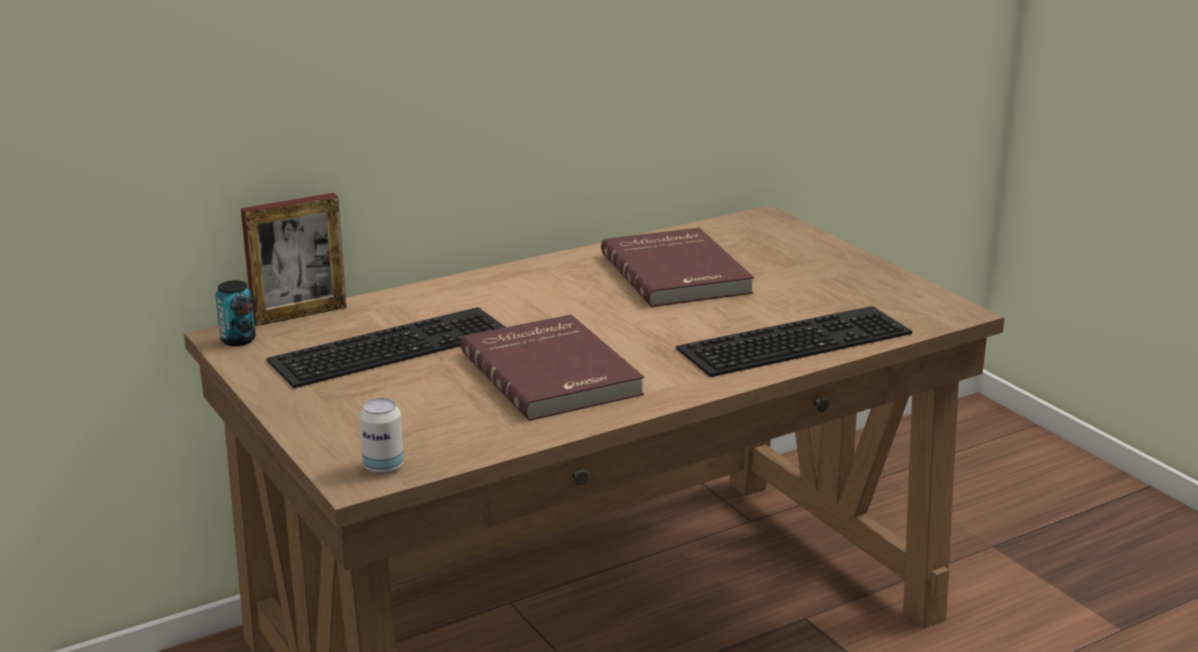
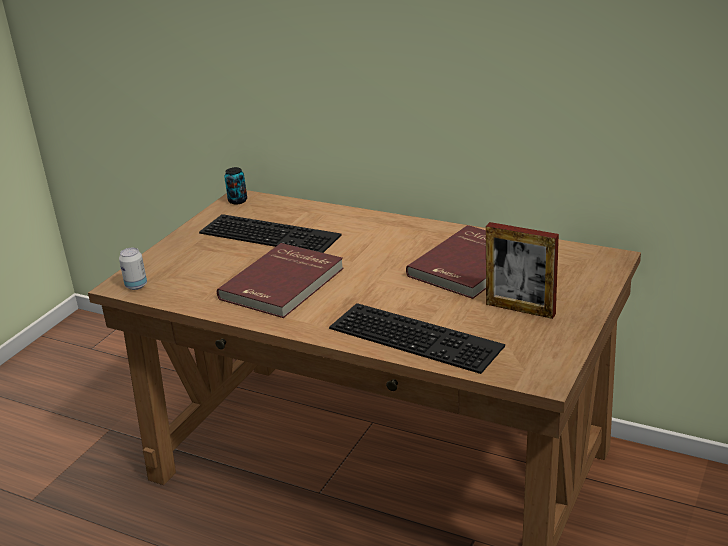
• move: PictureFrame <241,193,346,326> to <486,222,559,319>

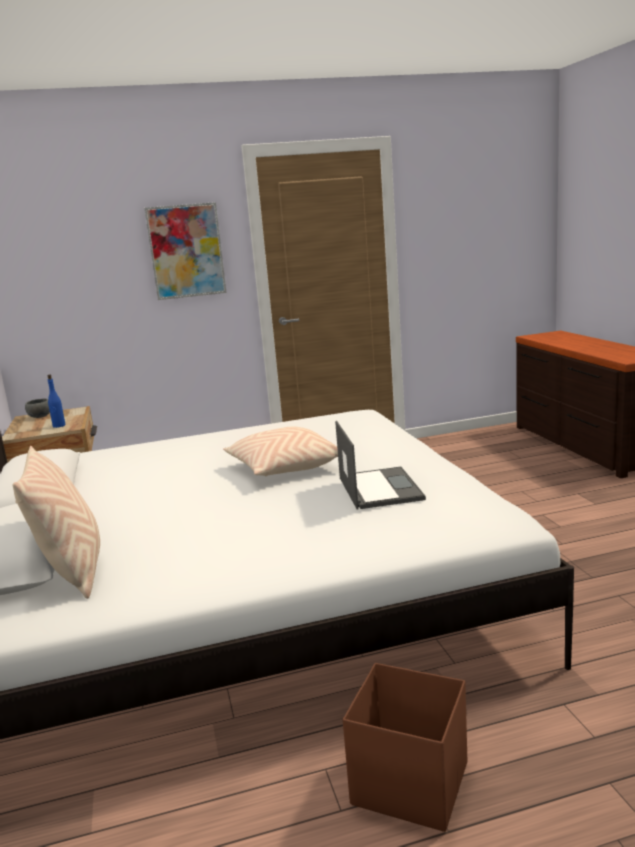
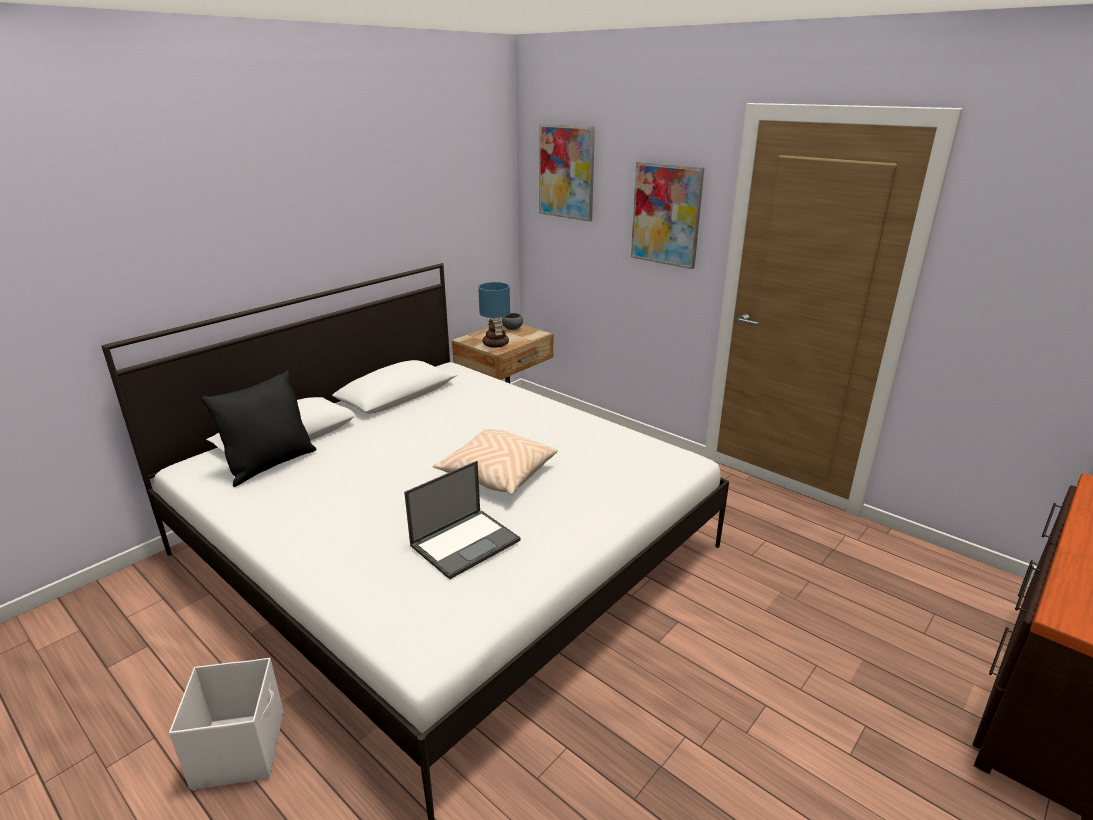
• recolor: BrownStorageBox <343,663,467,832> to WhiteStorageBox <169,658,284,790>
• recolor: BeigePillow <12,446,100,599> to BlackPillow <201,370,317,487>
• replace: BlueBottle <47,374,66,428> to TableLamp <478,282,510,348>
• insert: Picture <539,124,595,222>

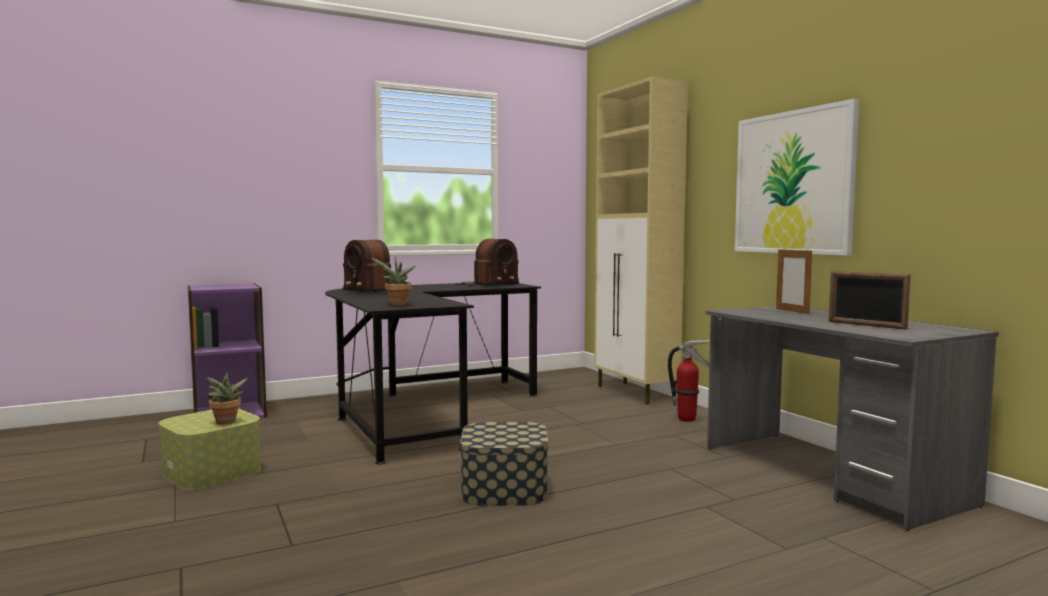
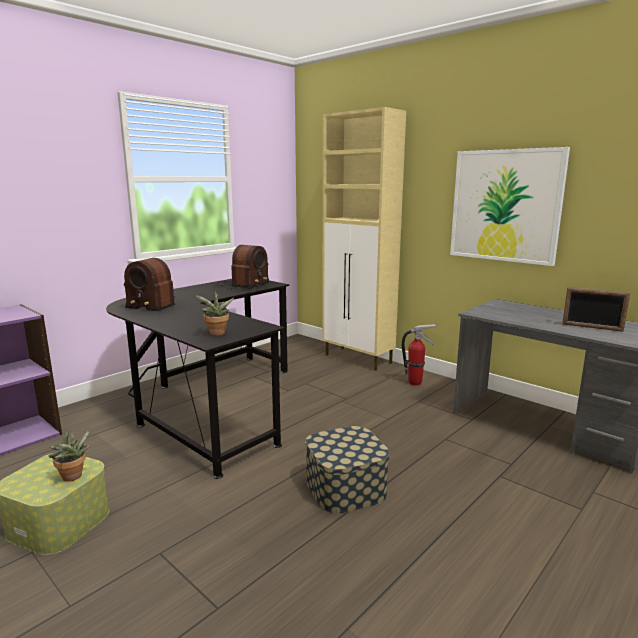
• delete: PictureFrame <776,248,812,314>

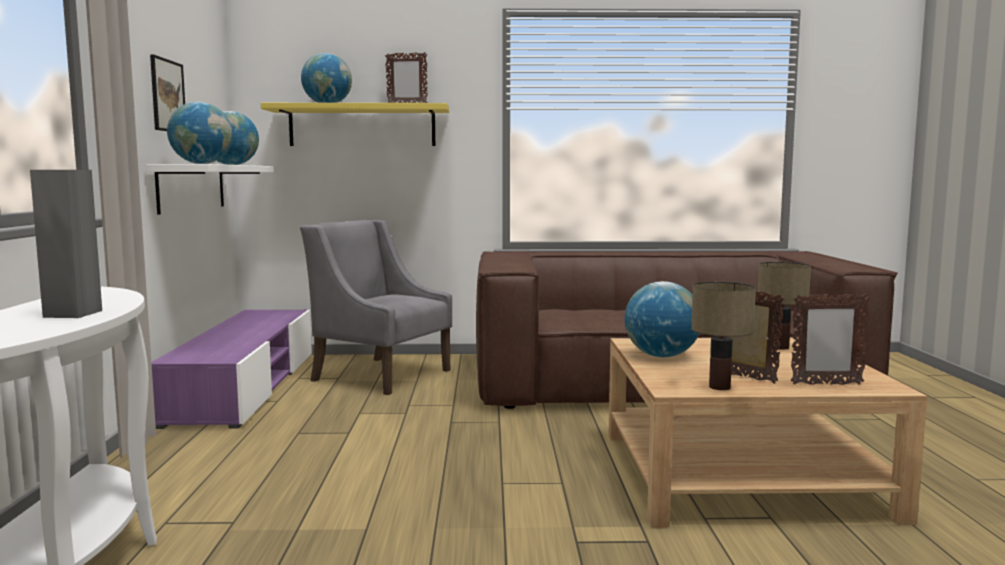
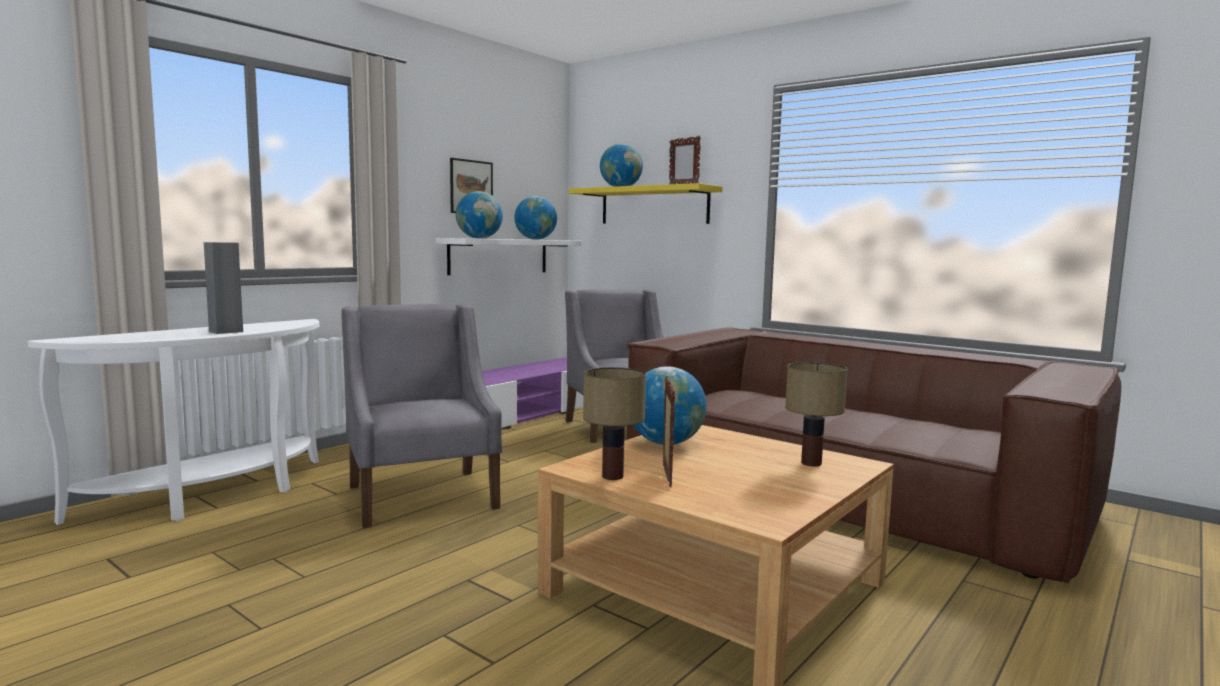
• insert: GreyArmchair <341,304,502,528>
• delete: PictureFrame <791,293,870,385>

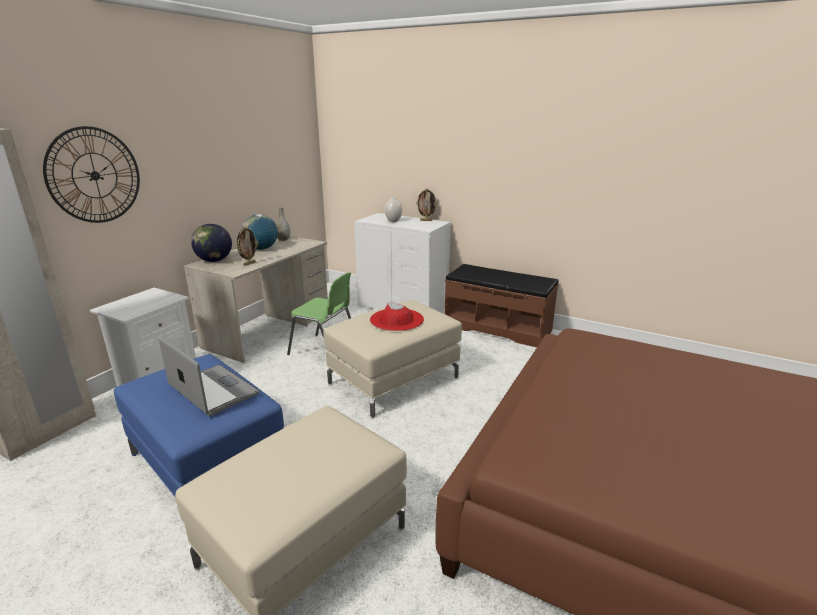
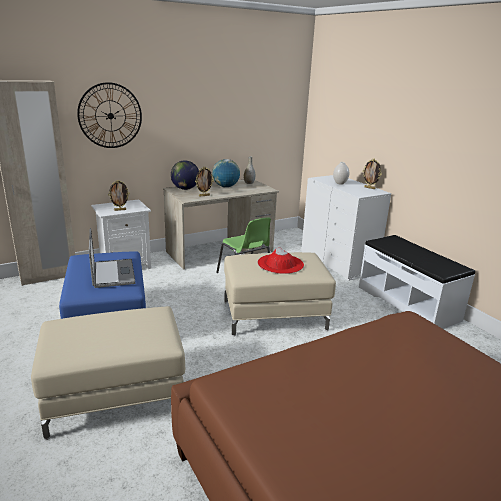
• insert: PictureFrame <108,180,130,211>
• recolor: BrownBench <445,264,559,347> to WhiteBench <359,235,475,329>

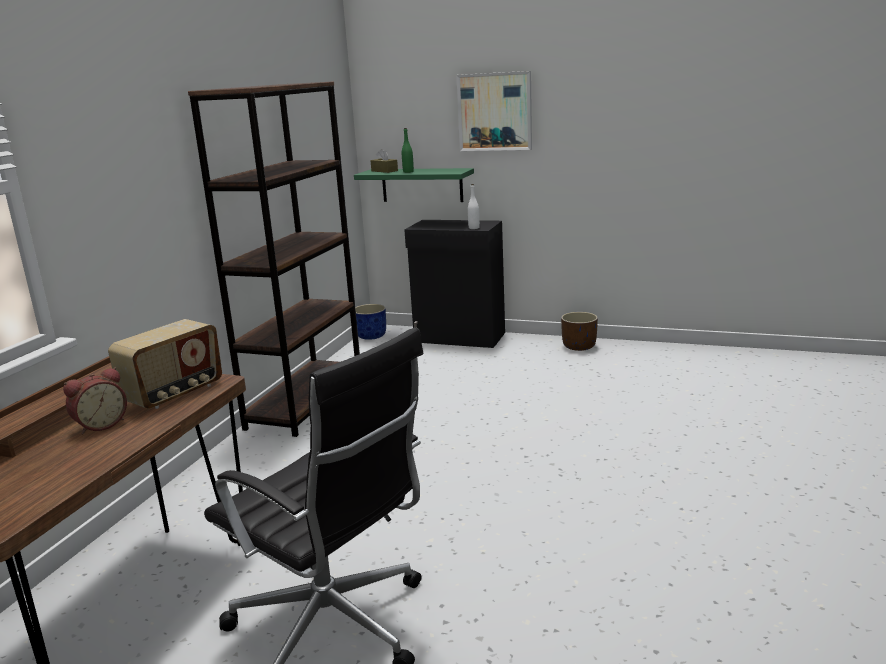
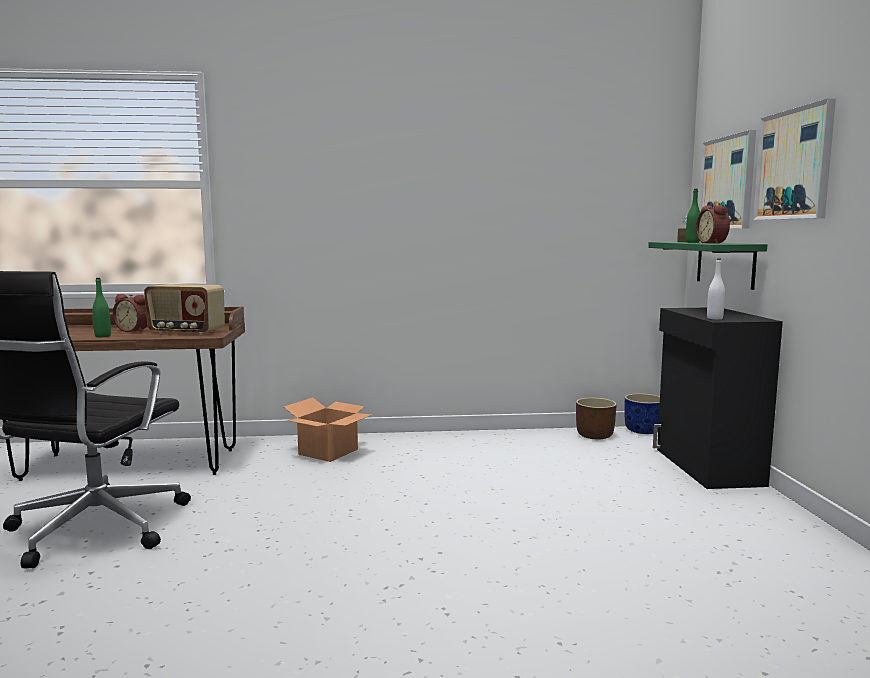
• insert: GreenBottle <92,278,111,337>
• insert: CardboardBox <284,397,373,462>
• move: BrownPlanter <561,312,598,351> to <576,398,617,439>
• insert: AlarmClock <696,205,730,244>
• insert: Picture <699,130,756,229>
• delete: BrownBookcase <188,81,360,437>

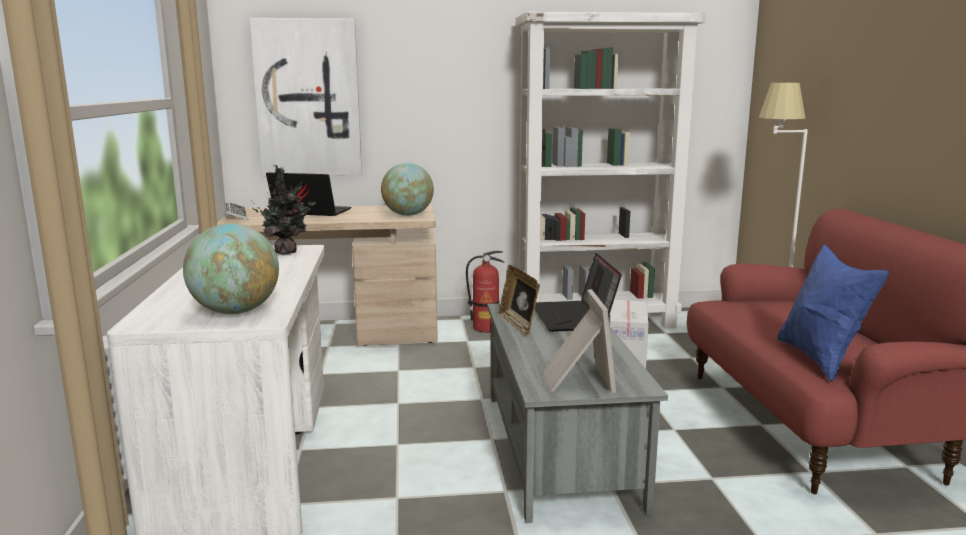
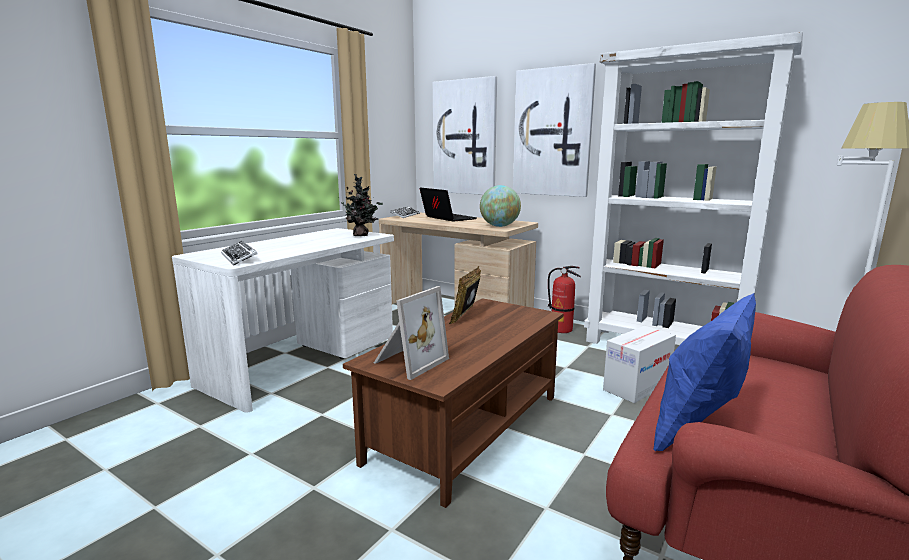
• replace: Globe <183,224,279,314> to Keyboard <221,241,258,266>
• recolor: GreyCoffeeTable <487,301,668,523> to BrownCoffeeTable <343,298,563,508>
• insert: Picture <513,63,596,197>
• delete: Laptop <535,253,622,332>

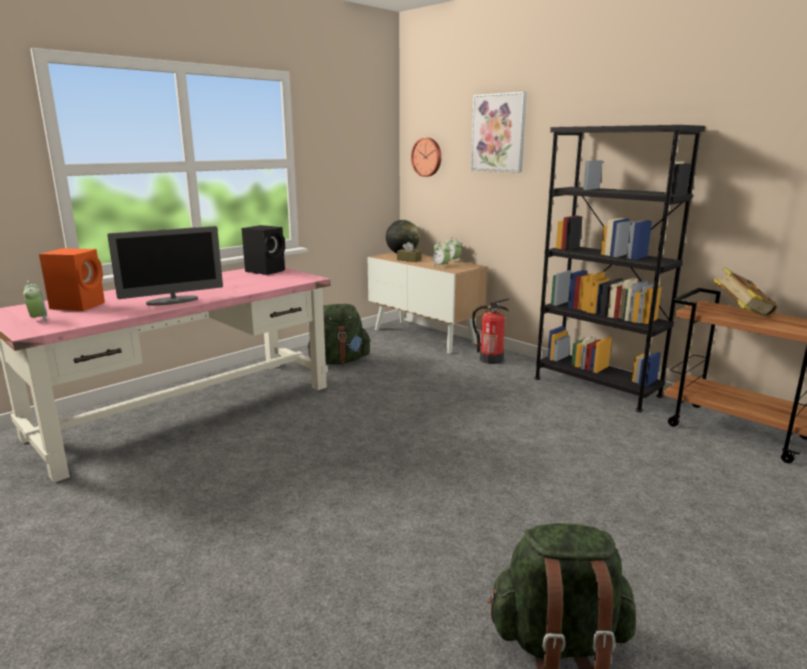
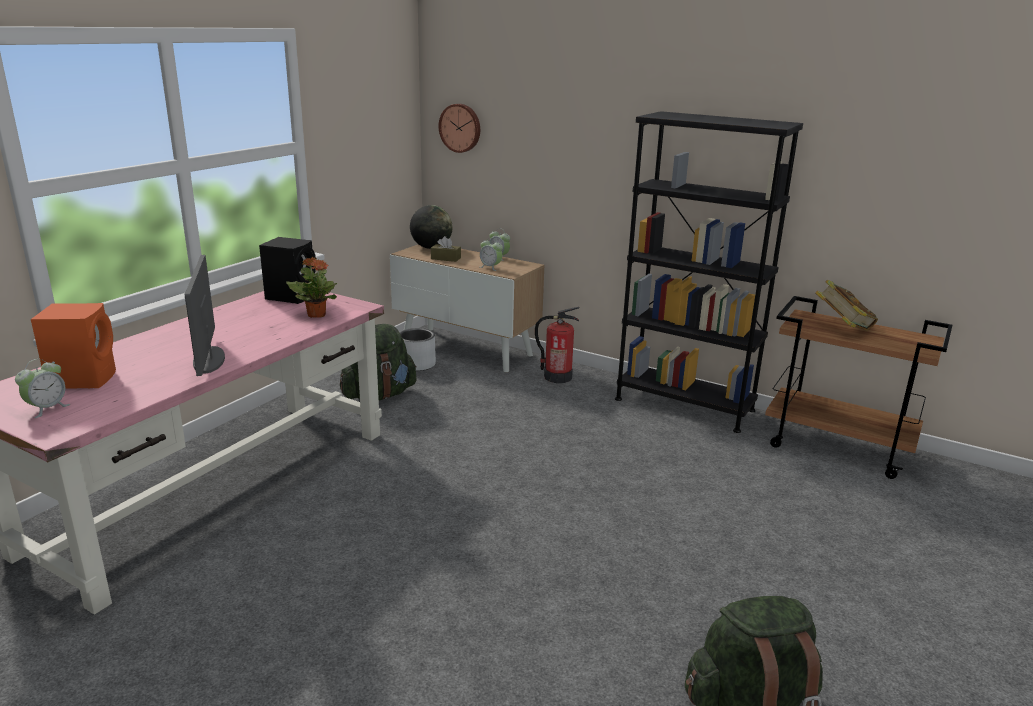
• rotate: AlarmClock <23,281,48,322> = <15,359,70,418> 75 degrees clockwise
• rotate: Monitor <107,226,223,306> = <185,255,225,376> 120 degrees clockwise
• insert: PottedPlant <286,257,337,318>
• insert: GreyPlanter <399,328,436,371>
• delete: Picture <471,92,527,172>

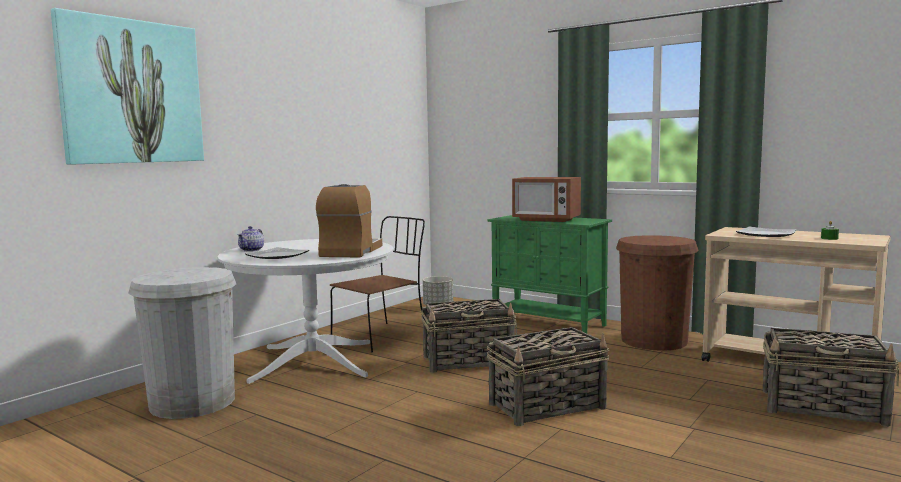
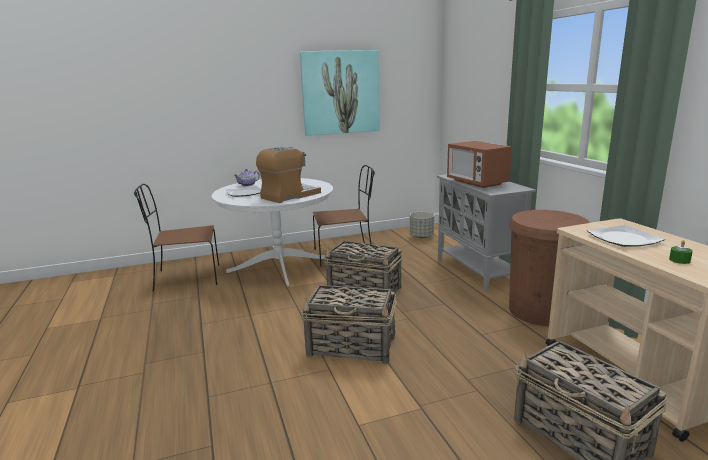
• replace: WhiteTrashCan <128,267,236,419> to BrownChair <134,184,219,291>
• move: Picture <51,8,204,164> to <300,50,380,136>
• recolor: GreenCabinet <488,215,612,333> to GreyCabinet <437,174,536,292>

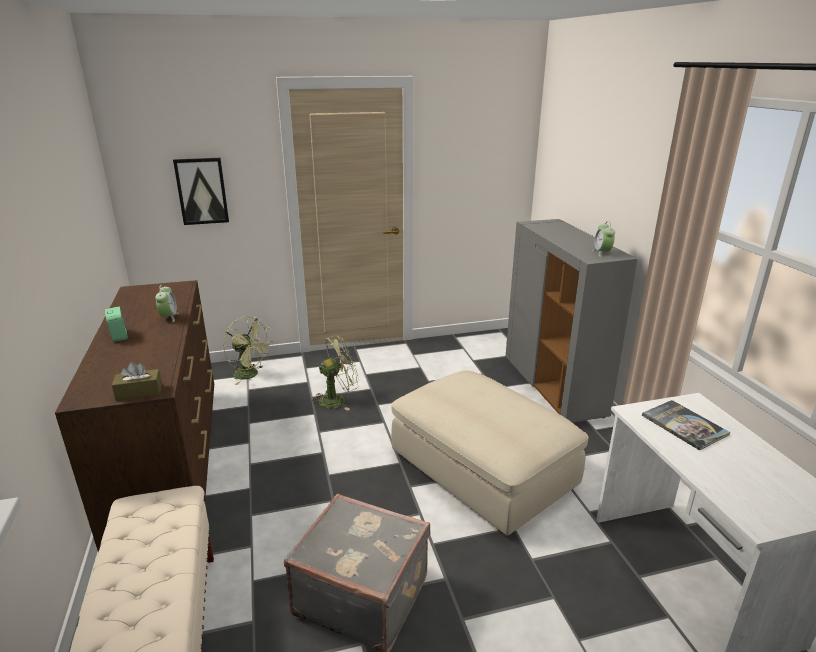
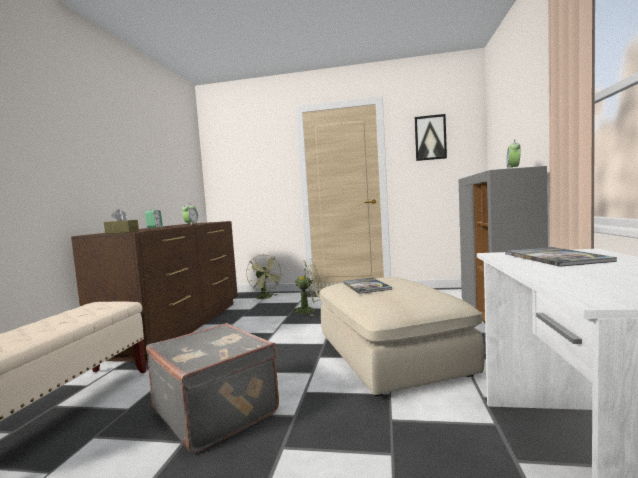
• insert: Book <343,278,392,294>
• move: Picture <173,158,229,225> to <415,114,447,161>

